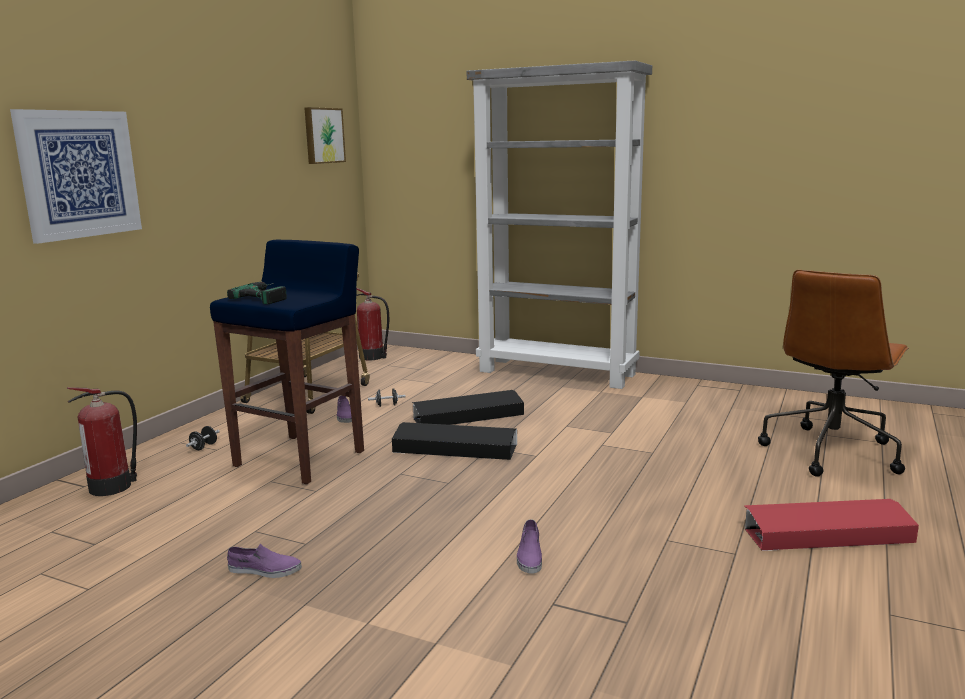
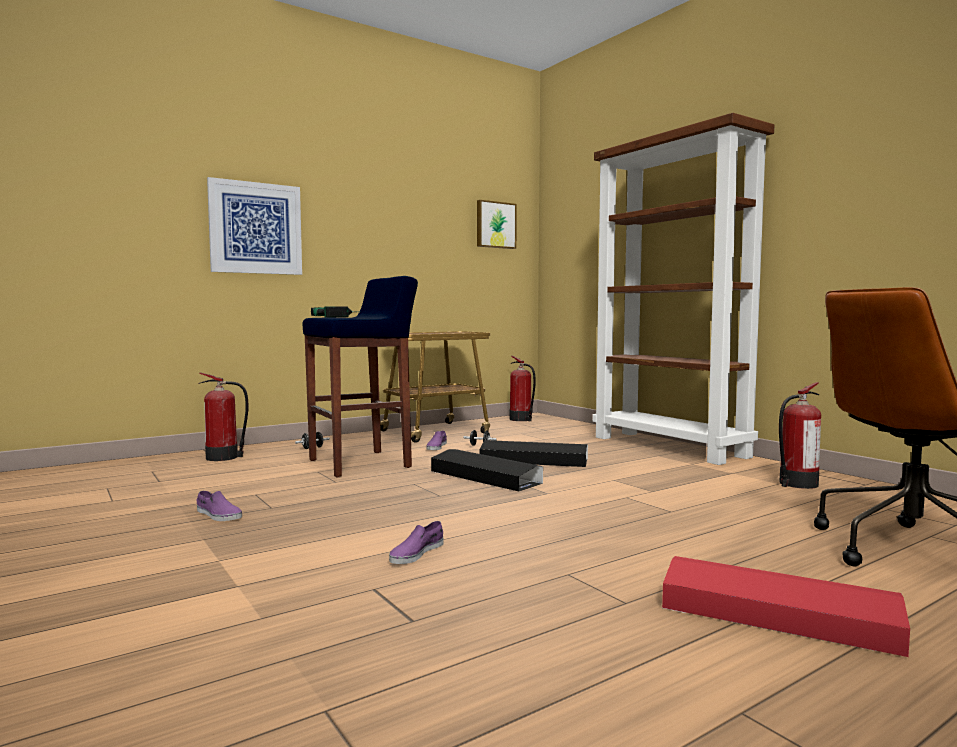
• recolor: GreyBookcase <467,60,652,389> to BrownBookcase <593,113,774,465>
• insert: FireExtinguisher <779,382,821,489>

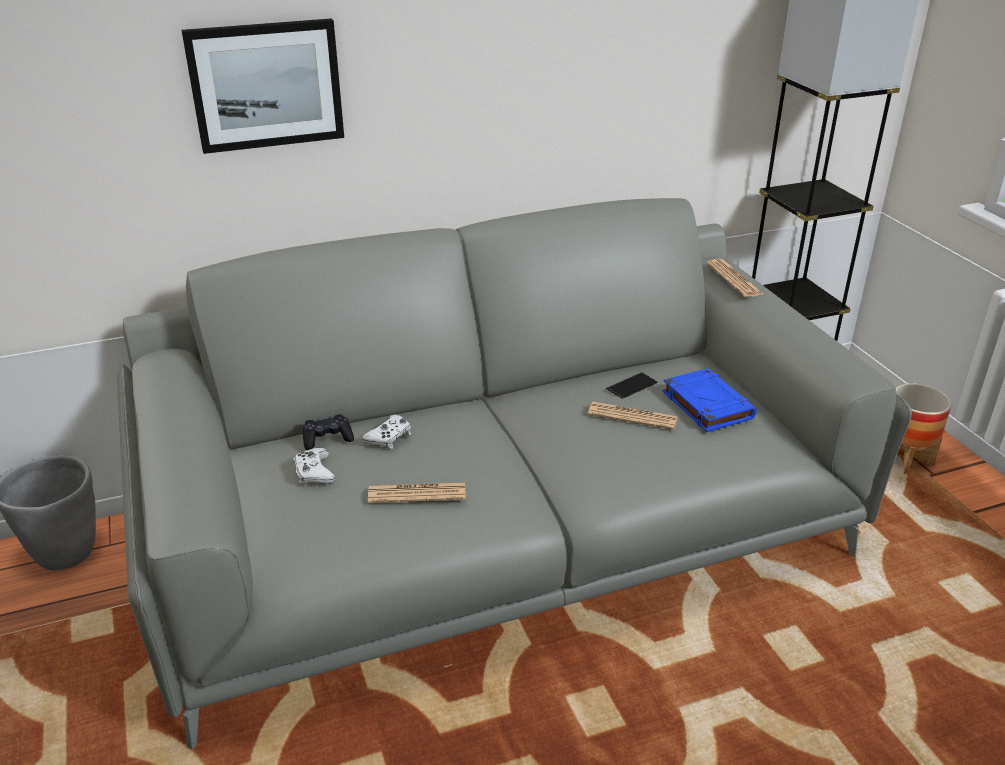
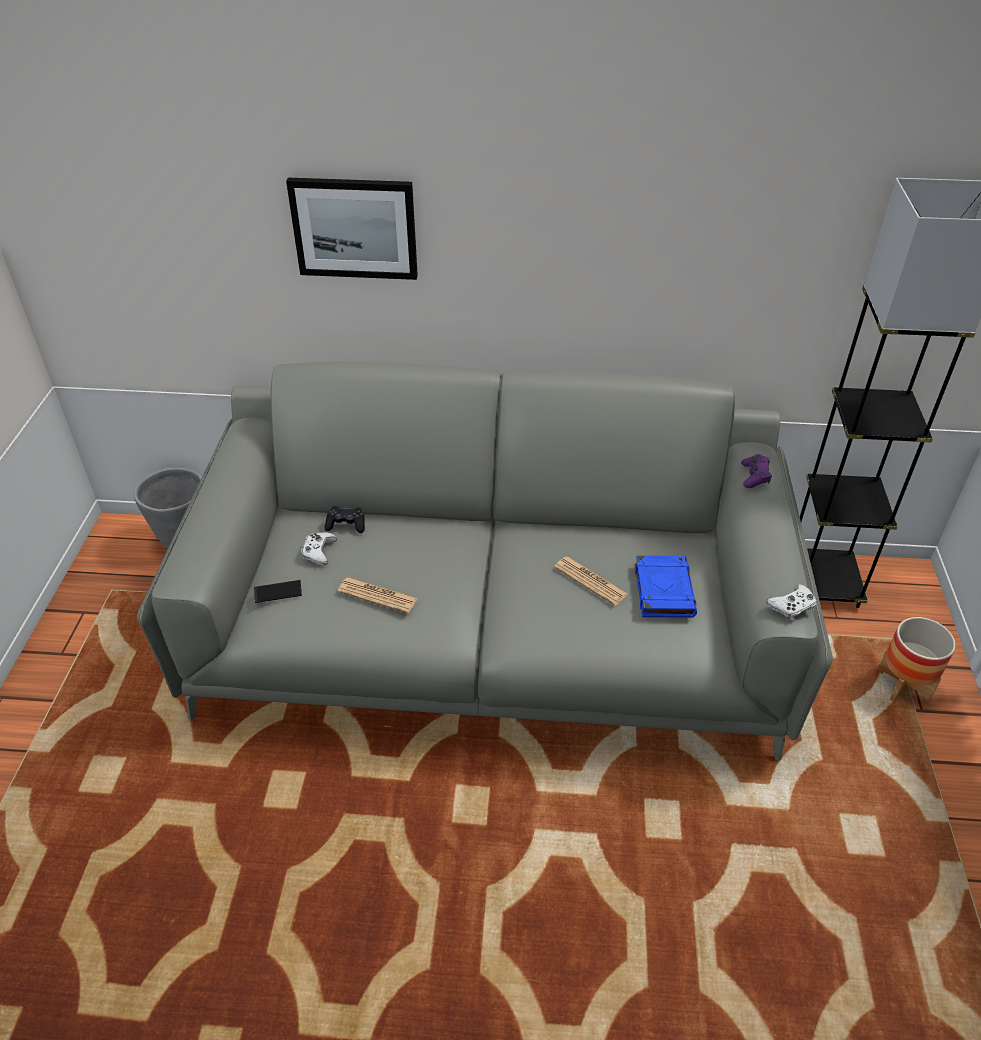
• move: Phone <606,372,658,399> to <254,580,302,603>
• replace: Newspaper <706,259,763,297> to PurpleGameController <741,454,772,488>
• move: WhiteGameController <362,415,411,449> to <766,584,817,621>

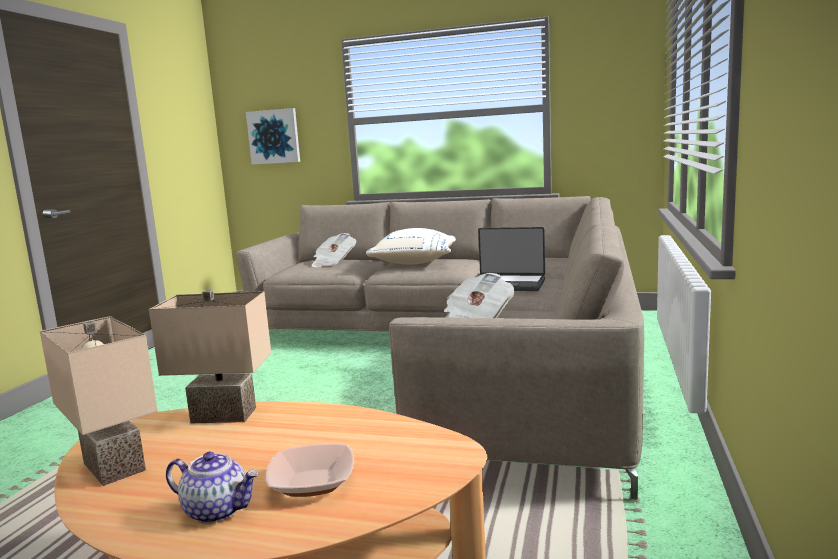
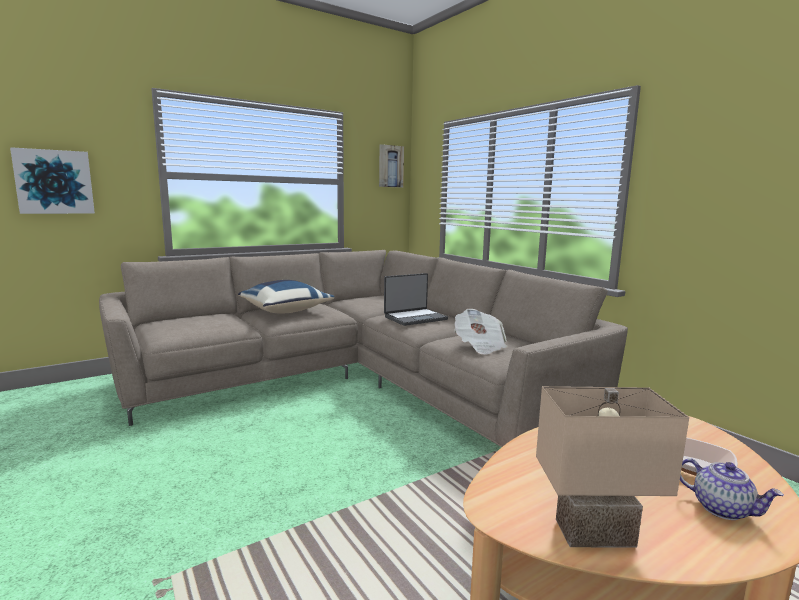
• recolor: WhitePillow <366,228,456,265> to BluePillow <238,280,334,313>
• insert: Picture <379,144,404,187>
• rotate: Teapot <166,452,259,524> = <680,458,784,520> 75 degrees clockwise
• delete: BeigeTableLamp <149,290,271,423>
• delete: Newspaper <312,233,357,267>

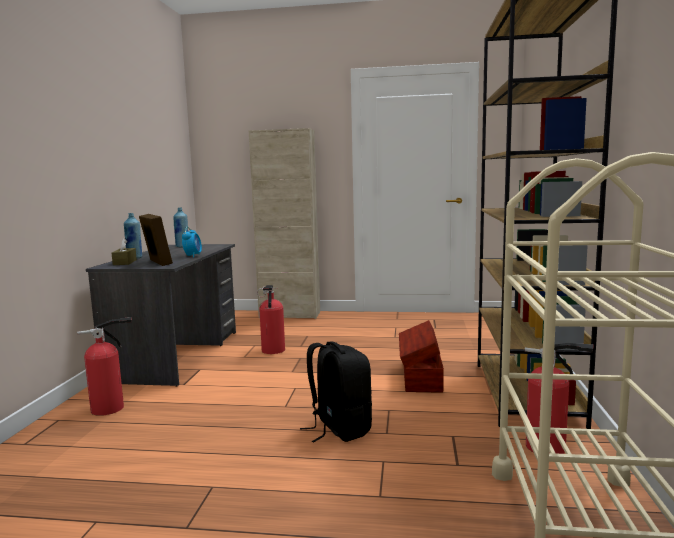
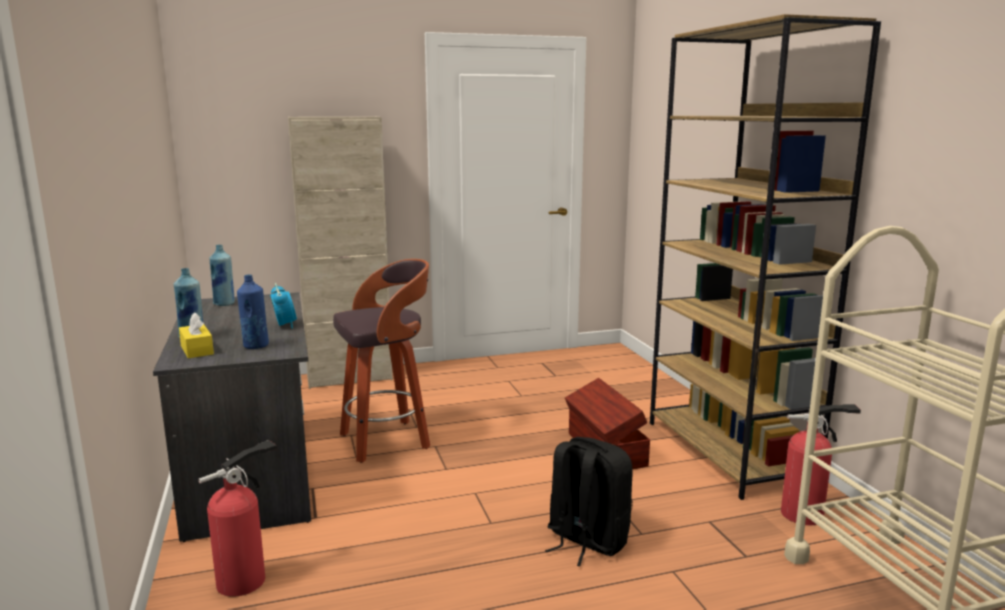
• recolor: BrownTissueBox <112,238,137,265> to YellowTissueBox <179,313,214,358>
• replace: PictureFrame <139,214,173,266> to BlueBottle <237,275,269,349>
• replace: FireExtinguisher <257,285,285,354> to Stool <333,259,430,463>

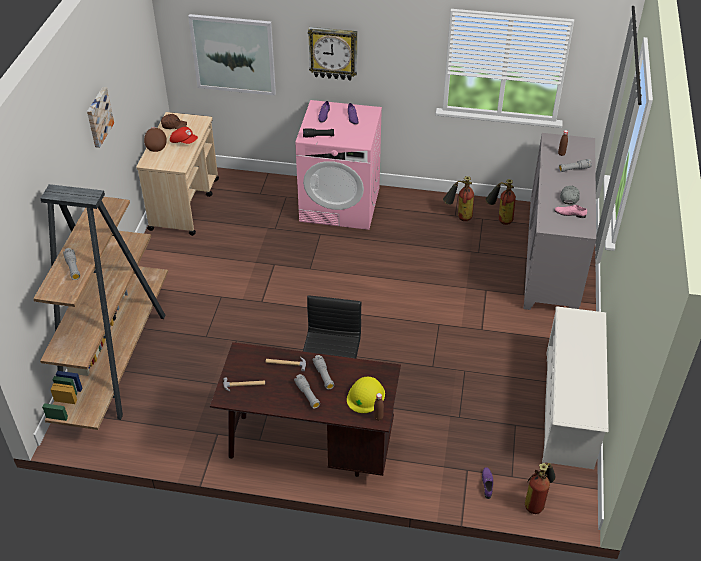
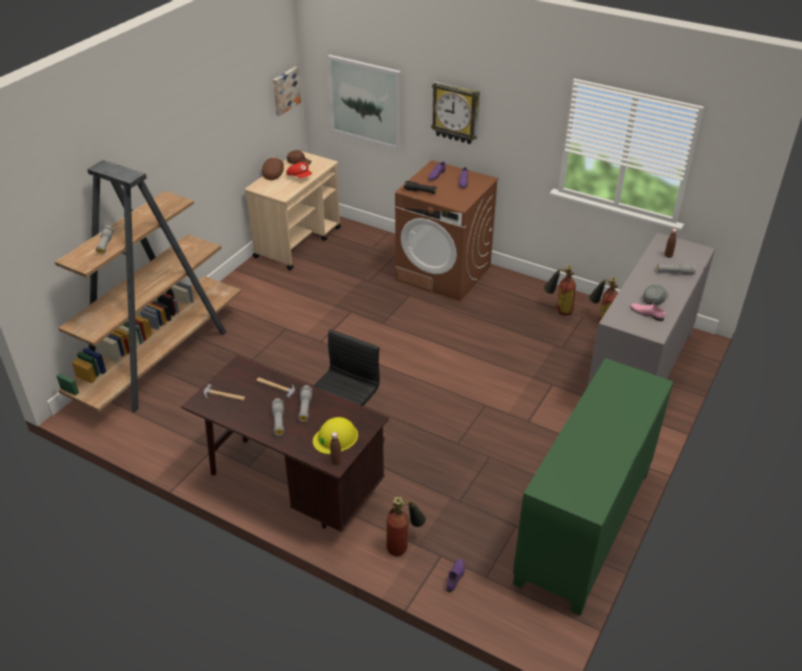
• move: Picture <87,87,114,148> to <273,67,301,116>
• move: FireExtinguisher <525,463,556,514> to <386,497,426,556>
• recolor: PinkWashingMachine <295,100,382,230> to BrownWashingMachine <395,160,498,301>
• replace: WhiteShoeRack <542,306,608,469> to GreenCabinet <513,358,674,616>

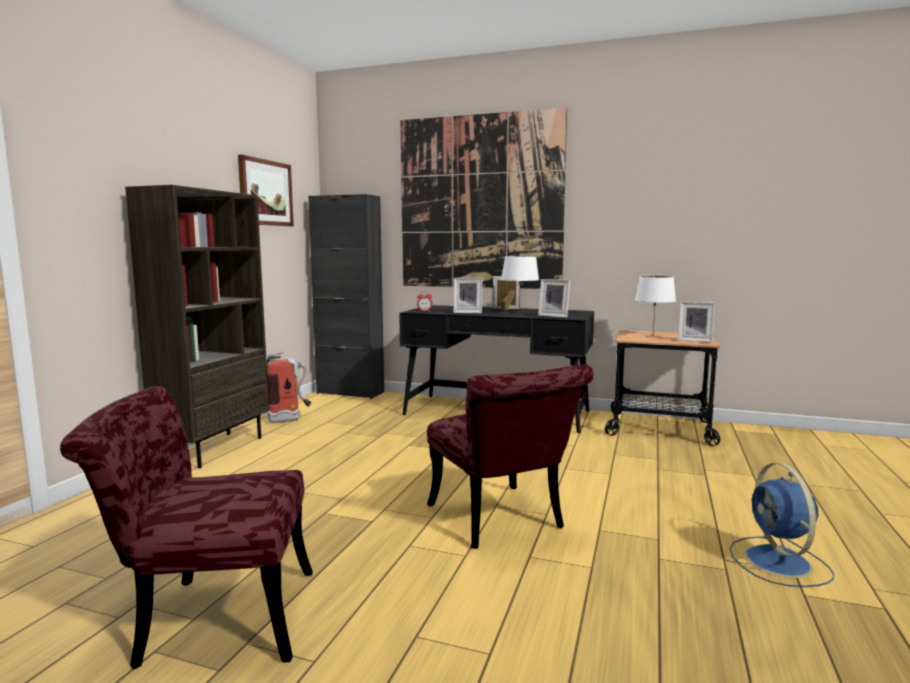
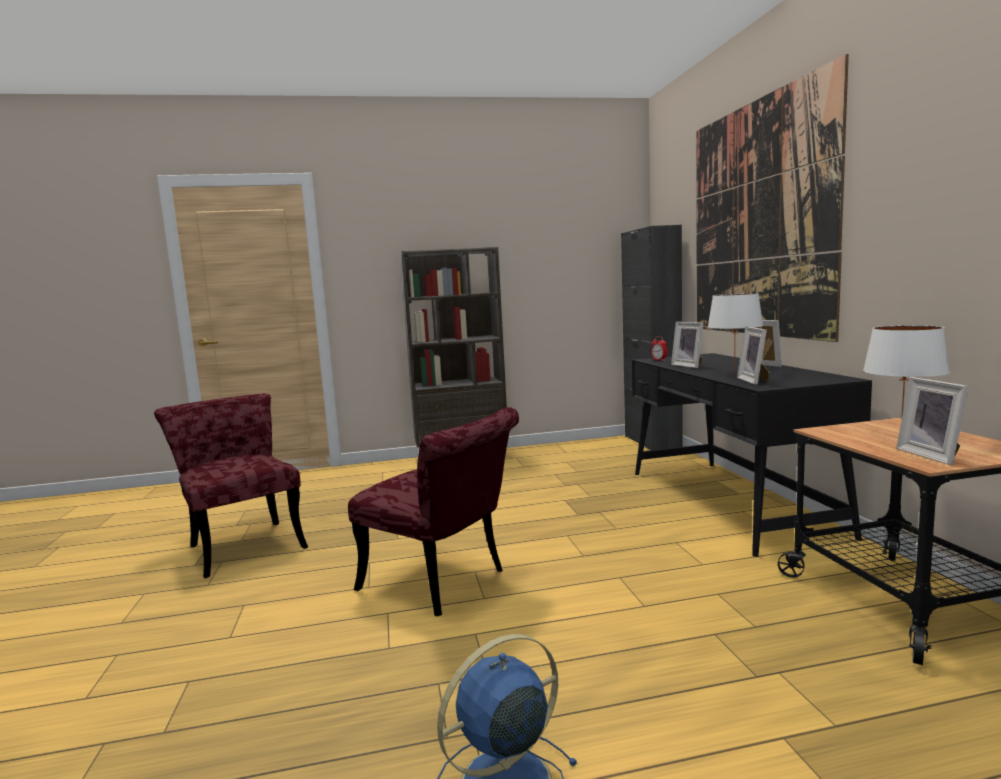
• rotate: RedChair <427,364,593,549> = <348,407,519,616> 90 degrees counterclockwise
• delete: Picture <238,155,294,226>
• delete: FireExtinguisher <267,352,312,423>

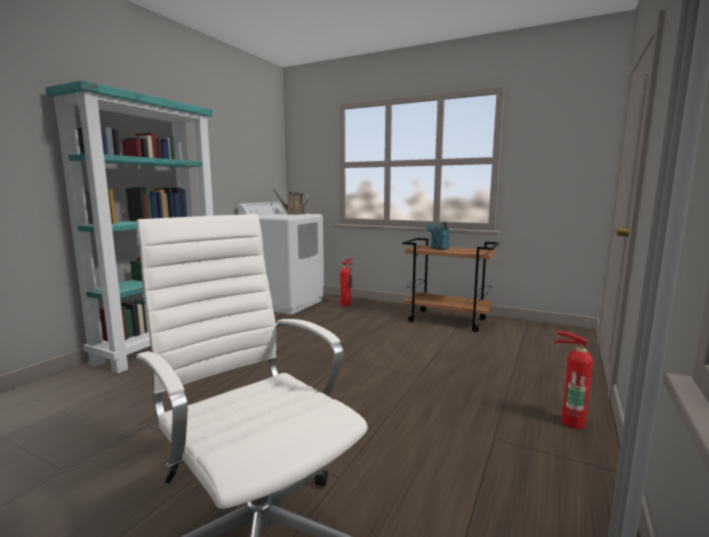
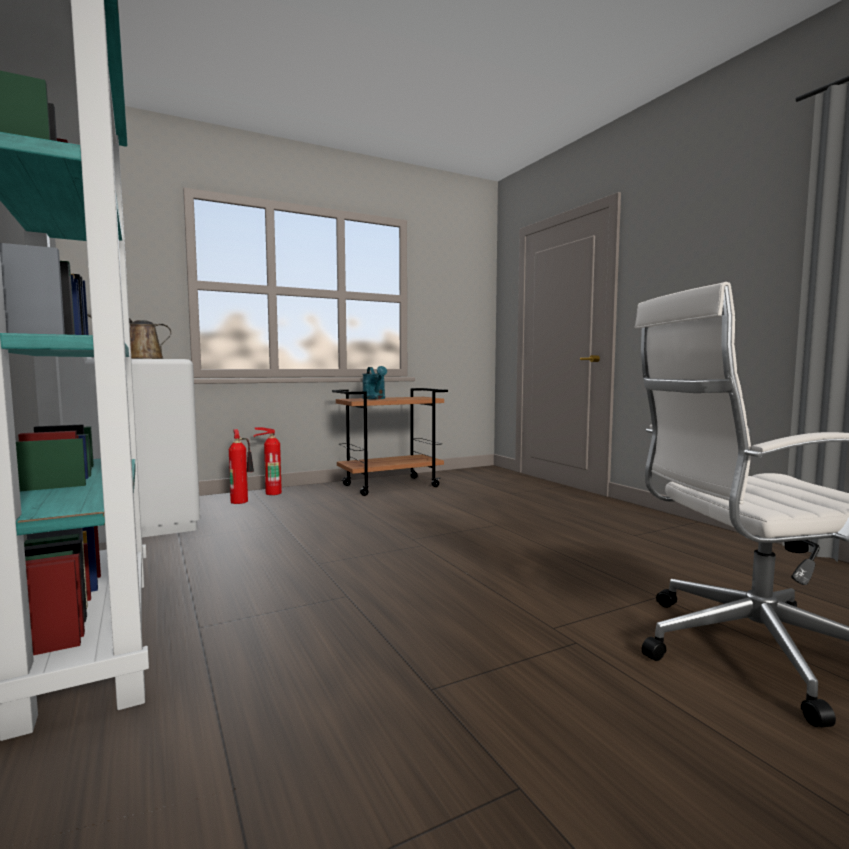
• move: FireExtinguisher <554,331,593,429> to <253,427,282,495>

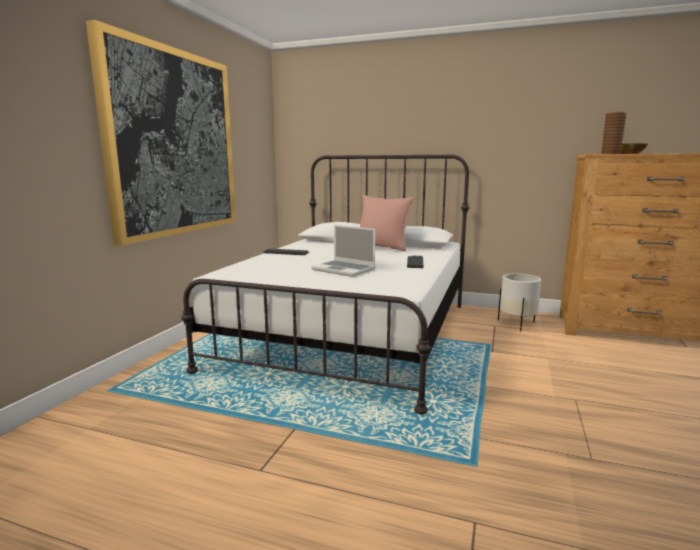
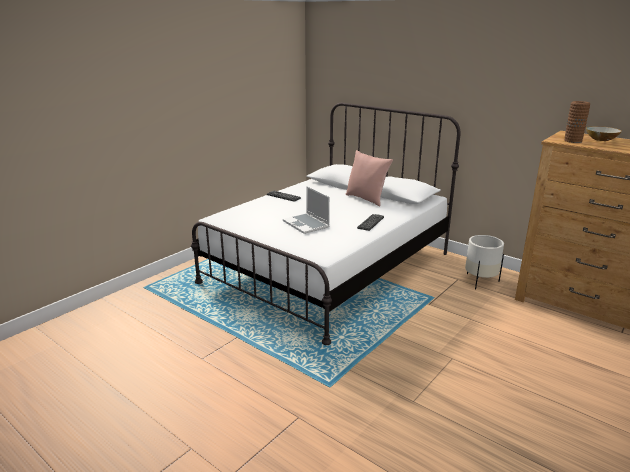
• delete: Picture <86,20,236,245>

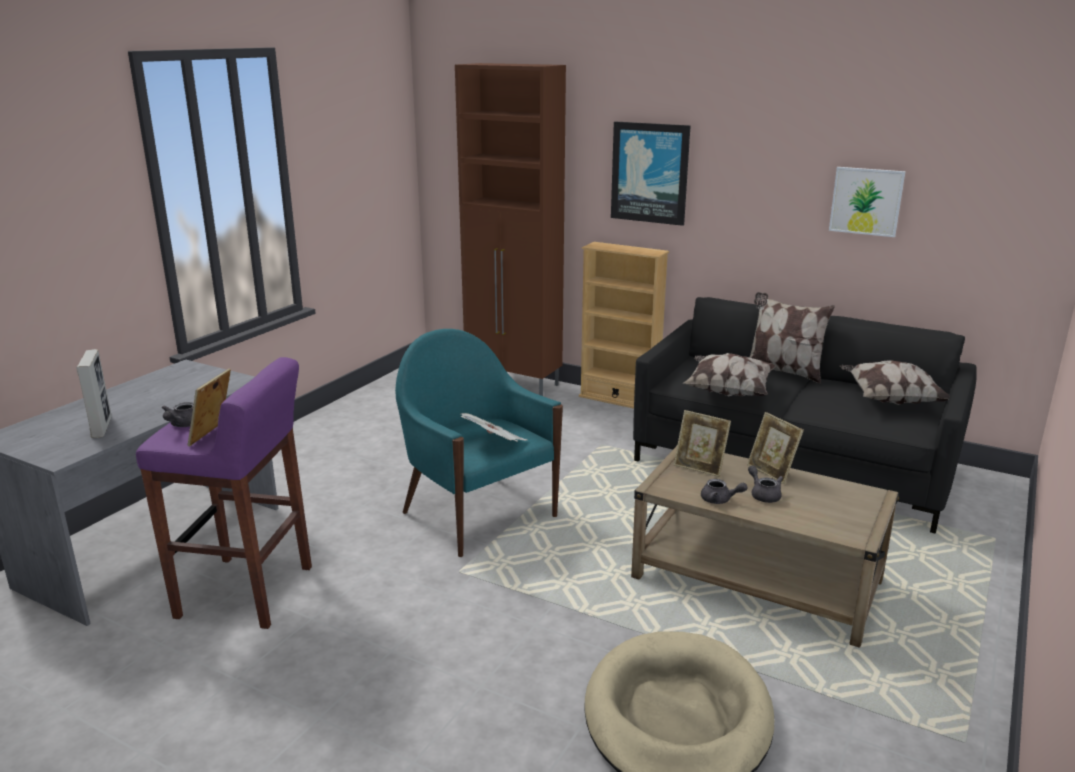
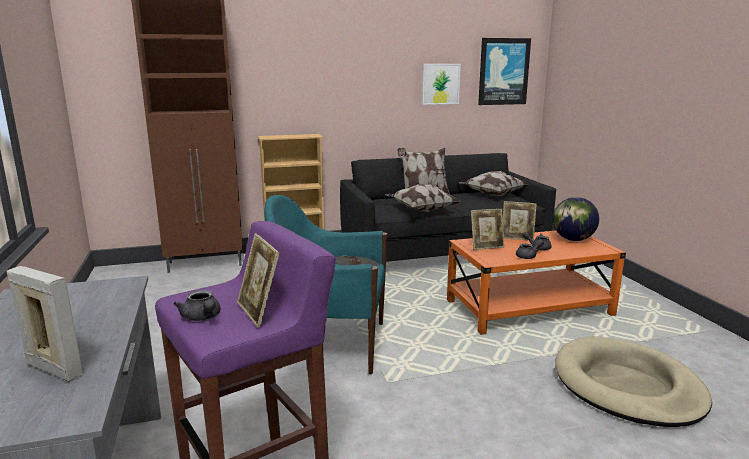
• recolor: BeigeCoffeeTable <631,444,899,648> to OrangeCoffeeTable <447,230,626,335>
• move: Picture <611,121,691,226> to <478,38,531,105>
• insert: Globe <553,197,599,241>

